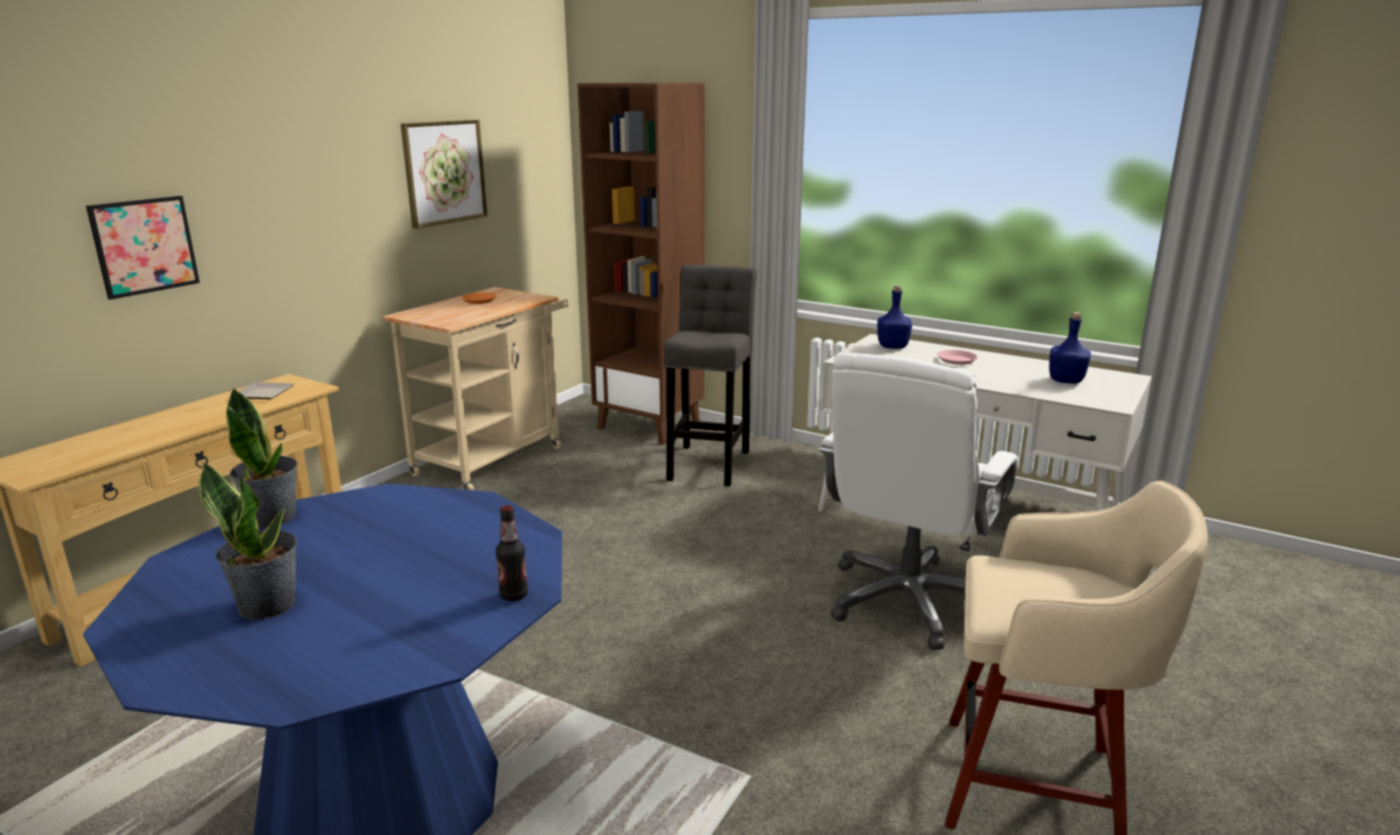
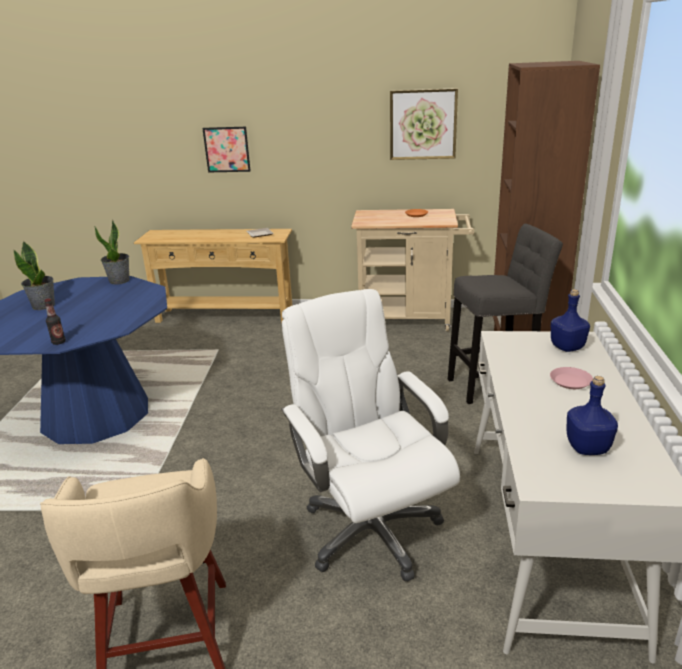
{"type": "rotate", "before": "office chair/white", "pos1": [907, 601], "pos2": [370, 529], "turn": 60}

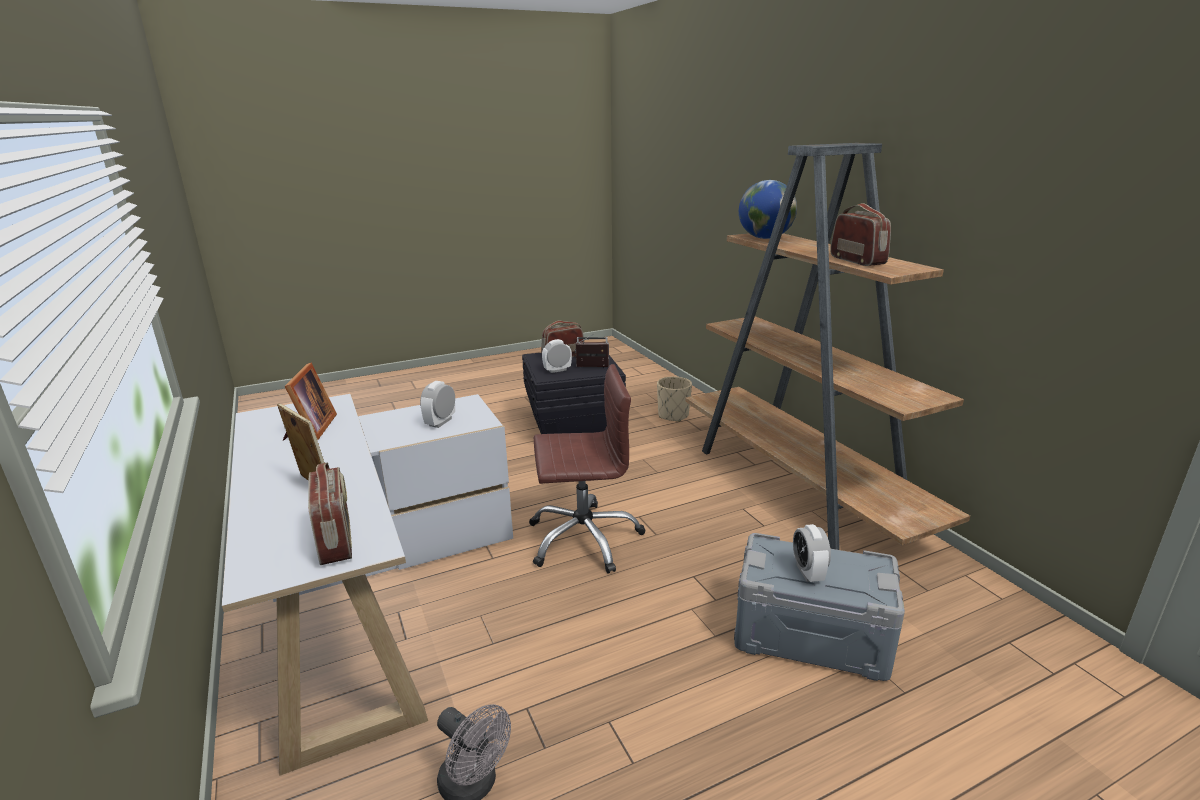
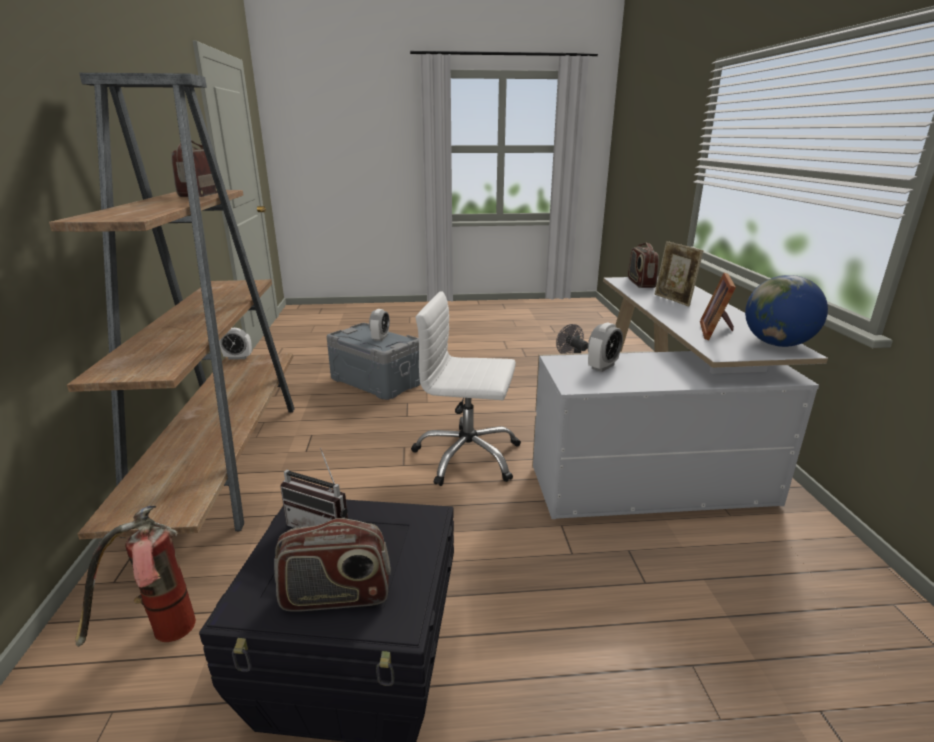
{"type": "move", "before": "globe", "pos1": [765, 238], "pos2": [777, 344]}
{"type": "move", "before": "alarm clock", "pos1": [557, 370], "pos2": [238, 357]}
{"type": "recolor", "before": "office chair/brown", "after": "office chair/white", "pos1": [584, 538], "pos2": [467, 457]}
{"type": "replace", "before": "planter/beige", "after": "fire extinguisher", "pos1": [673, 415], "pos2": [159, 637]}

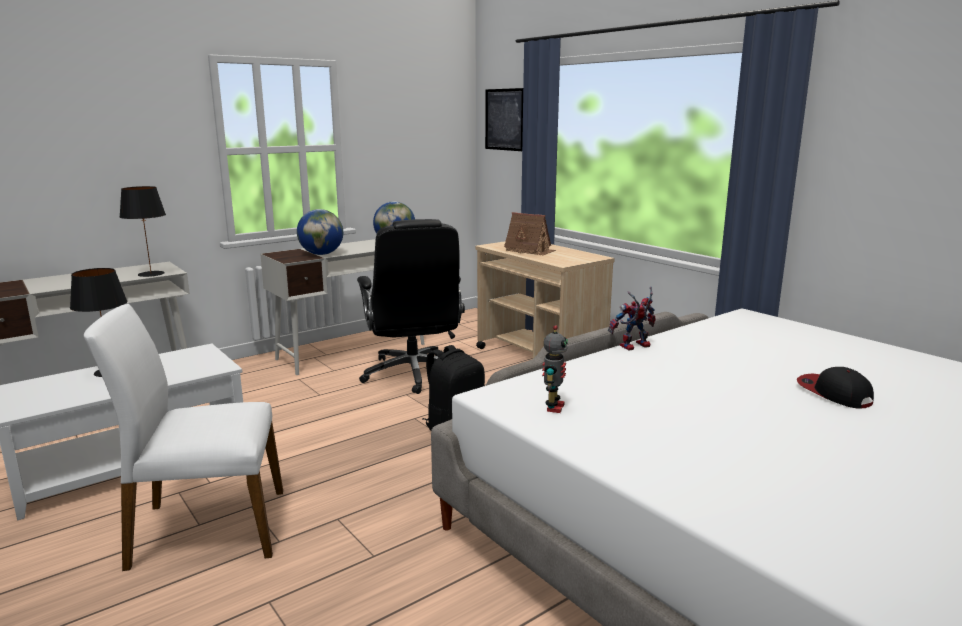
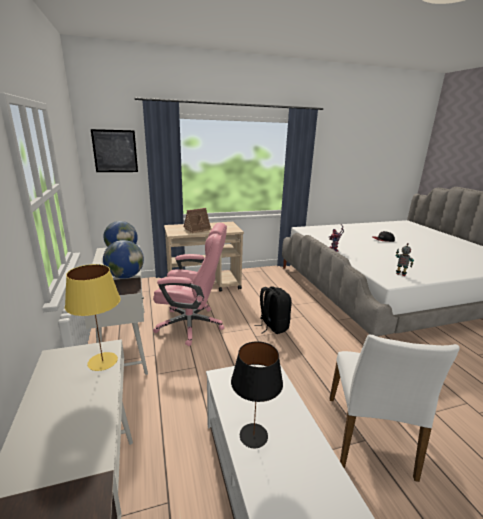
{"type": "recolor", "before": "table lamp/black", "after": "table lamp/yellow", "pos1": [150, 274], "pos2": [102, 361]}
{"type": "recolor", "before": "office chair/black", "after": "office chair/pink", "pos1": [413, 374], "pos2": [192, 325]}

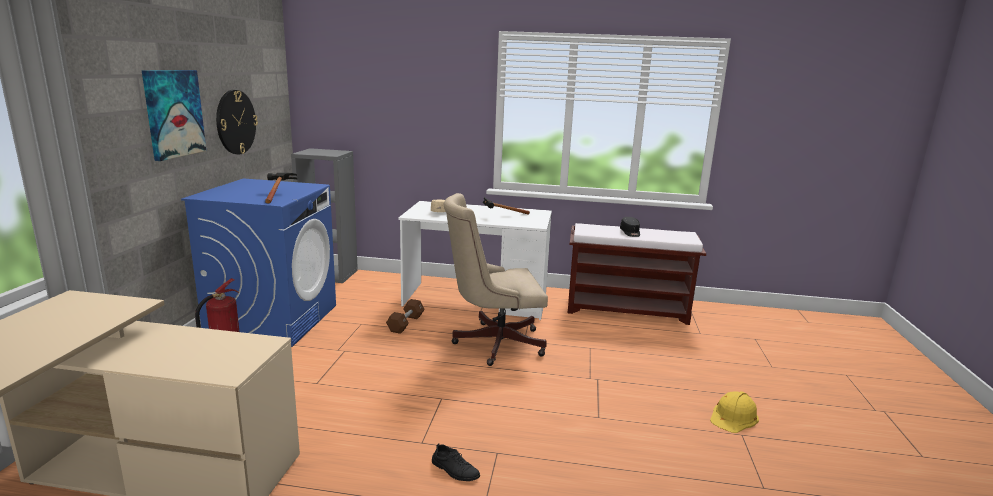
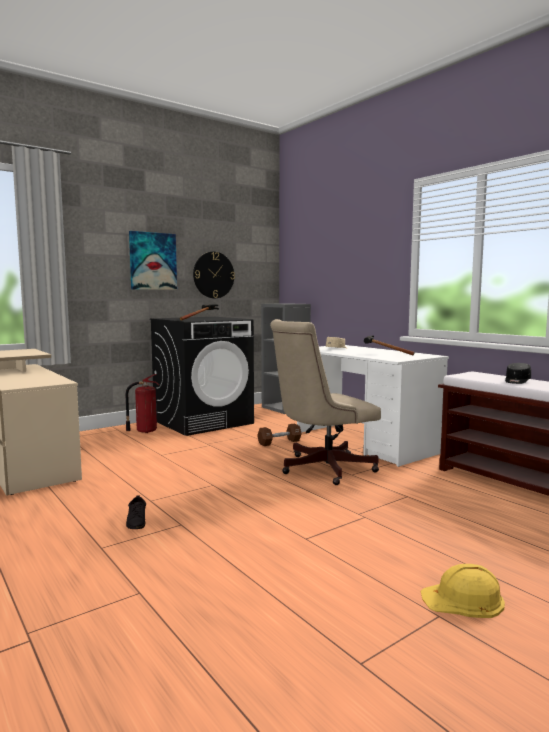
{"type": "recolor", "before": "washing machine/blue", "after": "washing machine/black", "pos1": [273, 320], "pos2": [204, 422]}
{"type": "rotate", "before": "office chair/beige", "pos1": [493, 343], "pos2": [321, 468], "turn": -60}

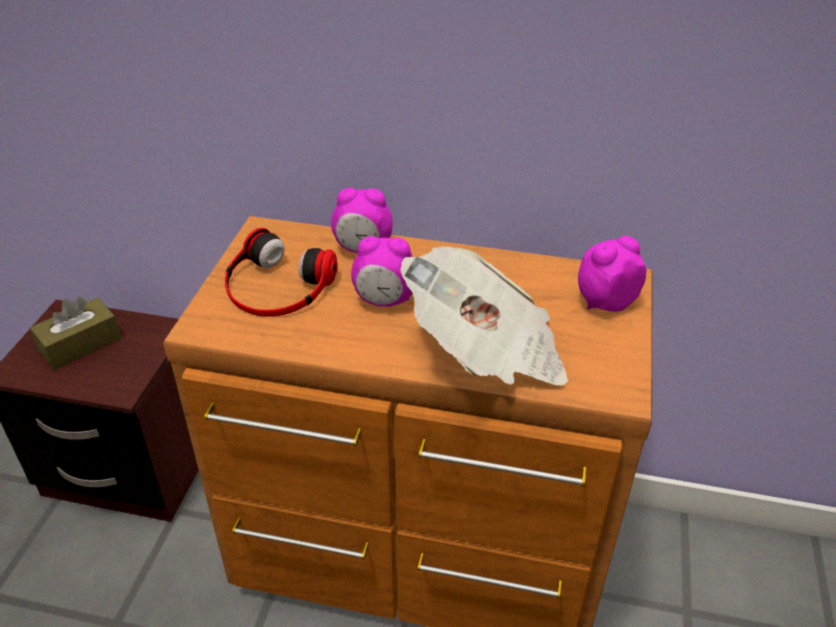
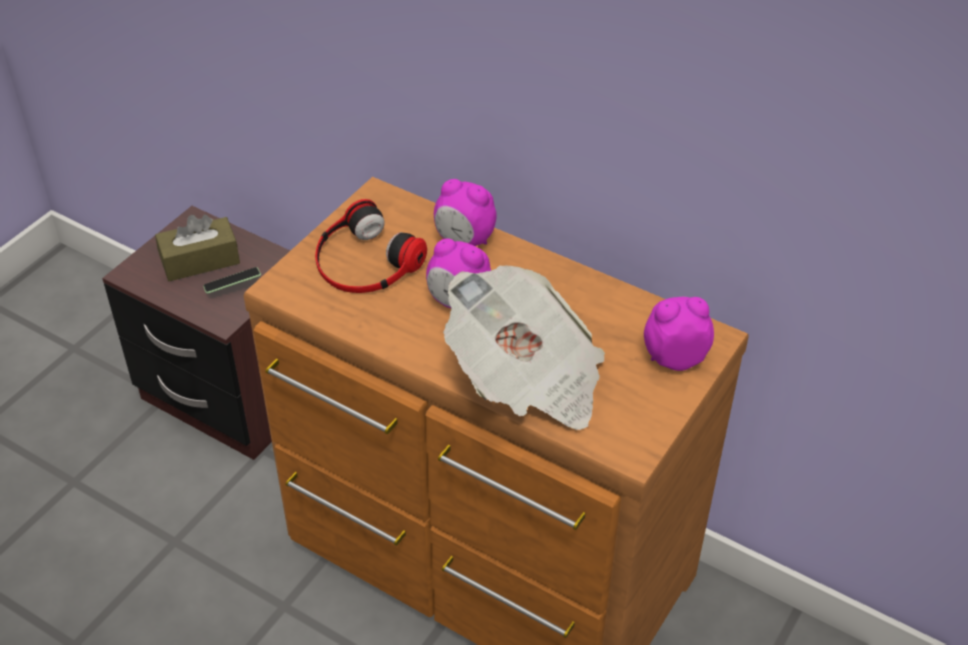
{"type": "insert", "after": "phone", "pos2": [233, 286]}

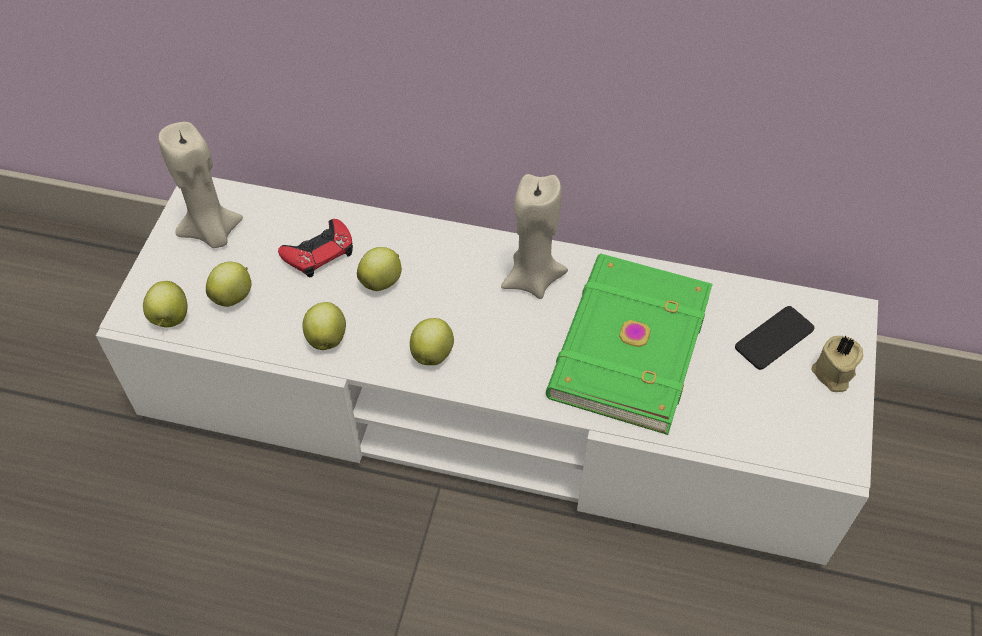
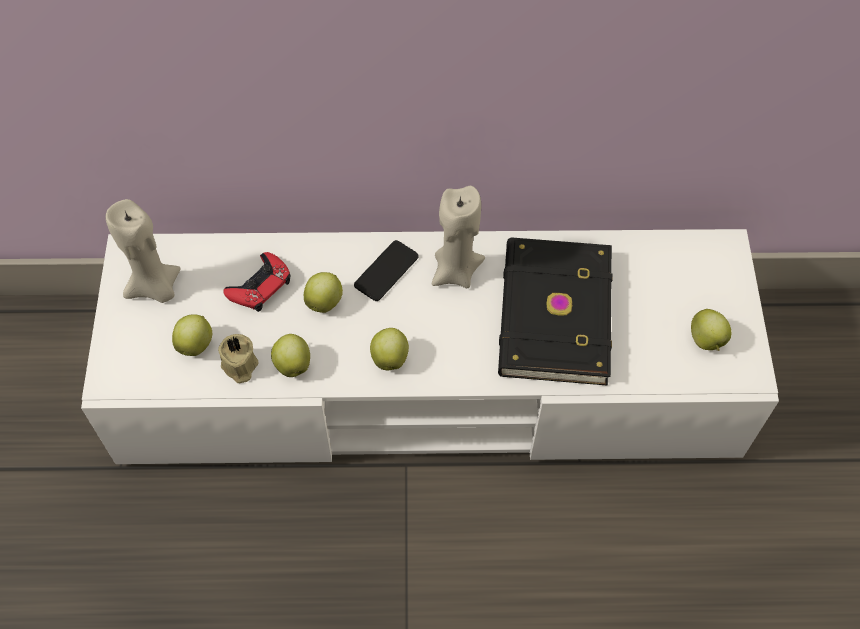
{"type": "recolor", "before": "book/green", "after": "book/black", "pos1": [625, 346], "pos2": [551, 315]}
{"type": "move", "before": "apple", "pos1": [170, 318], "pos2": [706, 341]}
{"type": "move", "before": "phone", "pos1": [774, 338], "pos2": [386, 271]}
{"type": "move", "before": "candle/beige", "pos1": [832, 374], "pos2": [239, 366]}

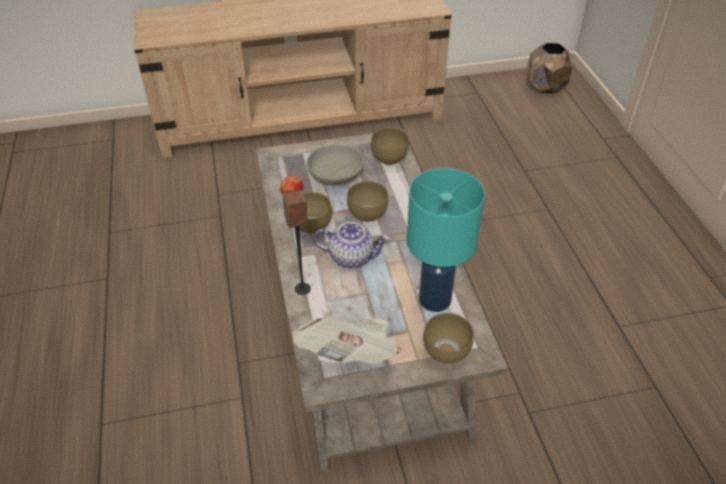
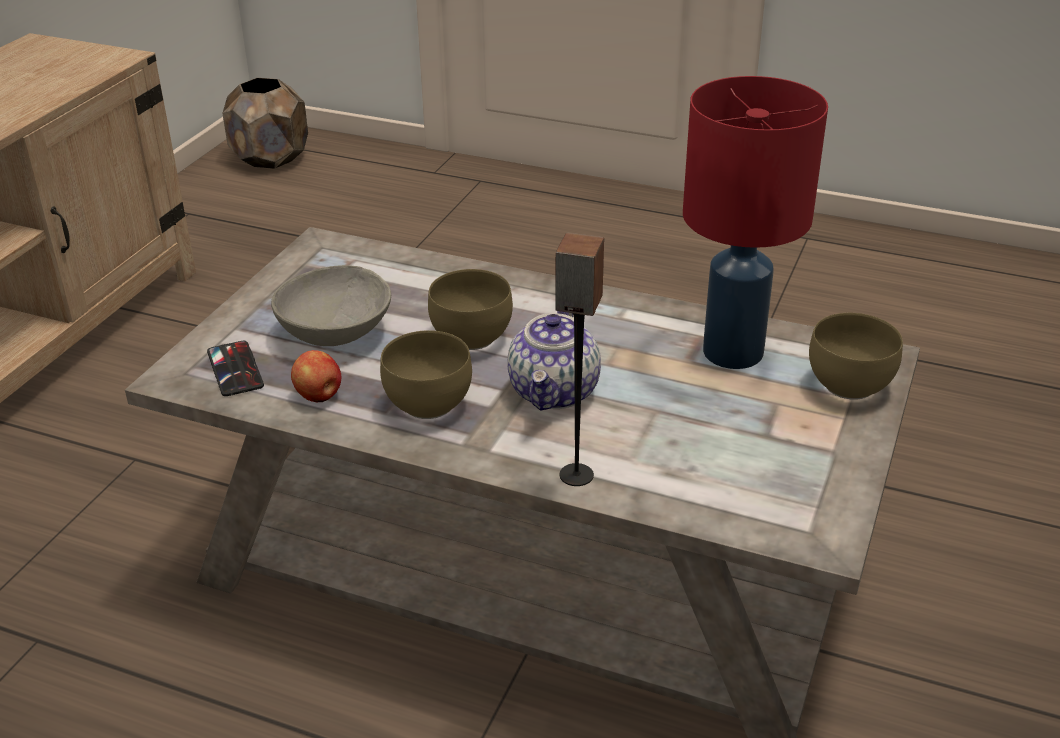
{"type": "delete", "before": "bowl/brown", "pos1": [390, 159]}
{"type": "recolor", "before": "table lamp/turquoise", "after": "table lamp/red", "pos1": [435, 300], "pos2": [735, 353]}
{"type": "rotate", "before": "teapot", "pos1": [352, 257], "pos2": [555, 392], "turn": 150}
{"type": "delete", "before": "newspaper", "pos1": [350, 354]}
{"type": "insert", "after": "phone", "pos2": [235, 369]}

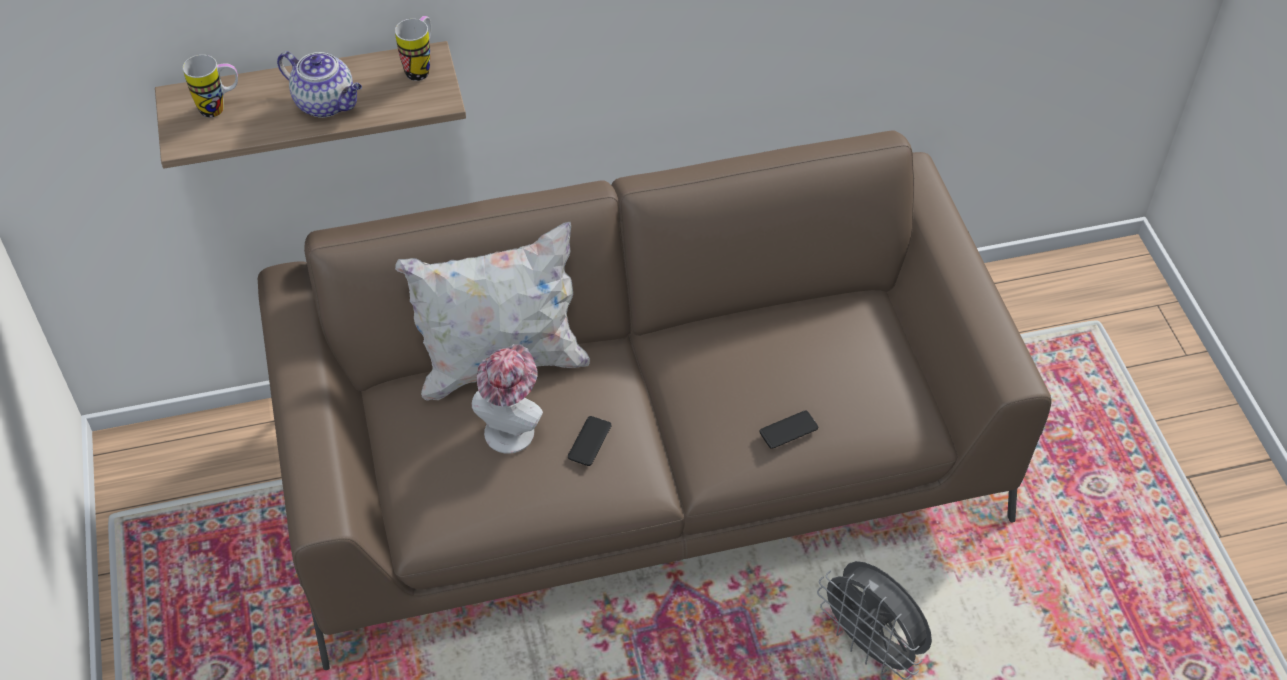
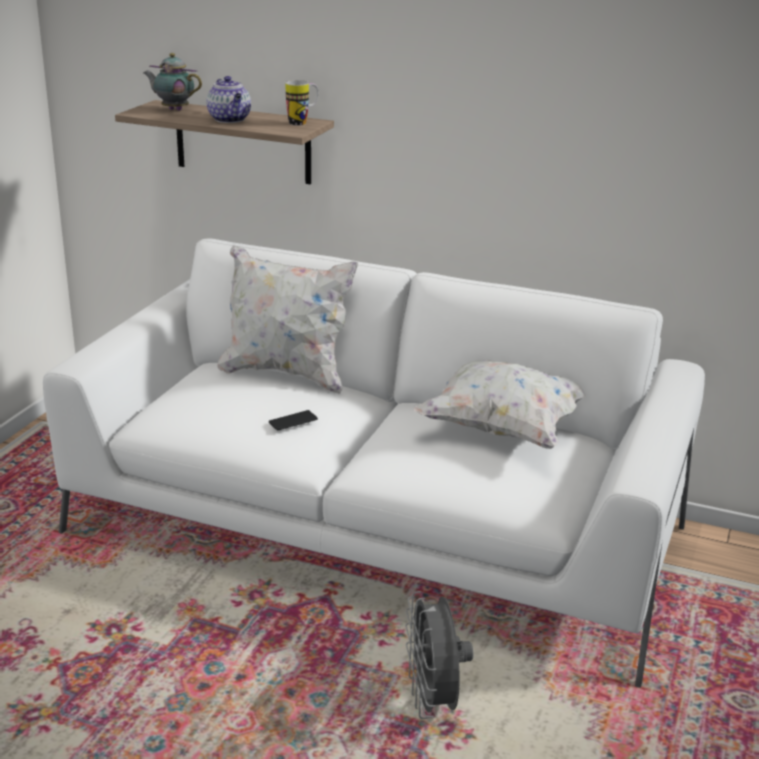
{"type": "replace", "before": "mug", "after": "teapot", "pos1": [220, 108], "pos2": [173, 109]}
{"type": "recolor", "before": "sofa/brown", "after": "sofa/white", "pos1": [642, 463], "pos2": [376, 530]}
{"type": "delete", "before": "hat", "pos1": [511, 427]}
{"type": "delete", "before": "phone", "pos1": [788, 430]}
{"type": "insert", "after": "pillow/white", "pos2": [503, 428]}

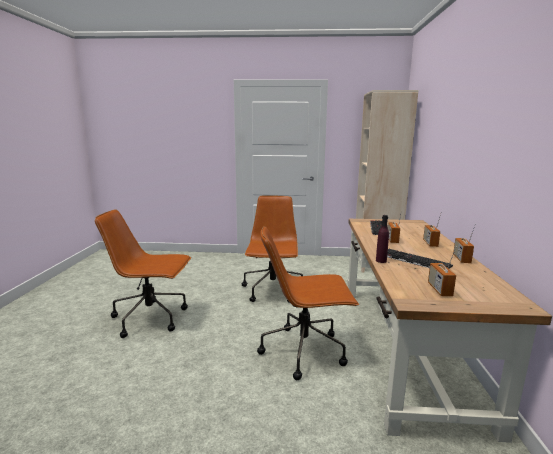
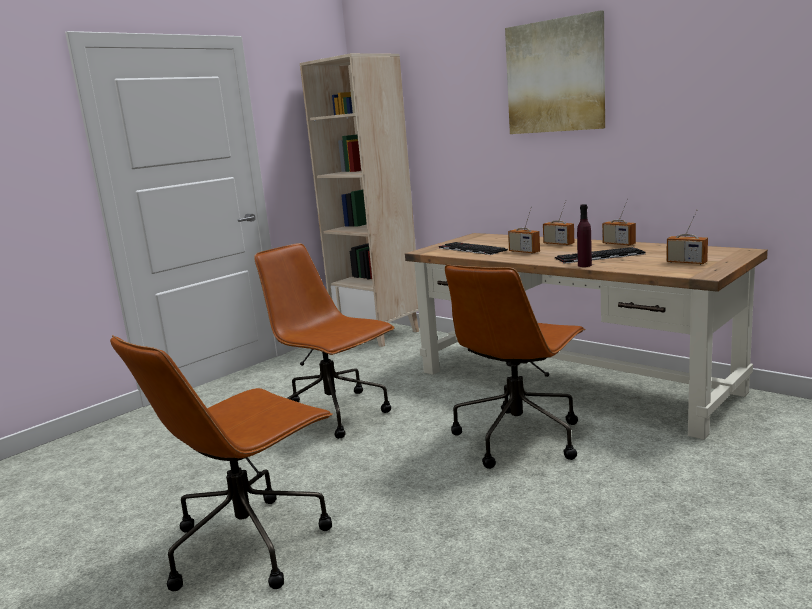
{"type": "insert", "after": "picture", "pos2": [555, 76]}

